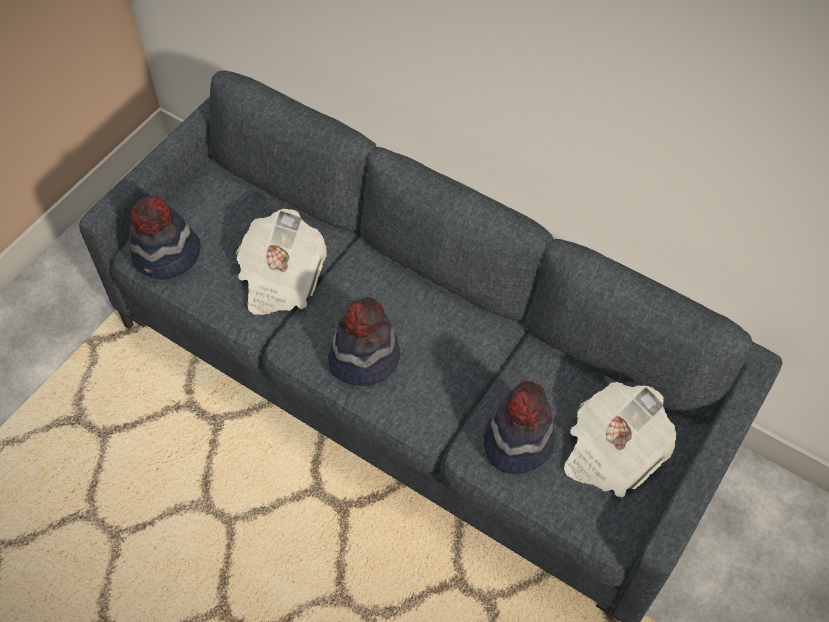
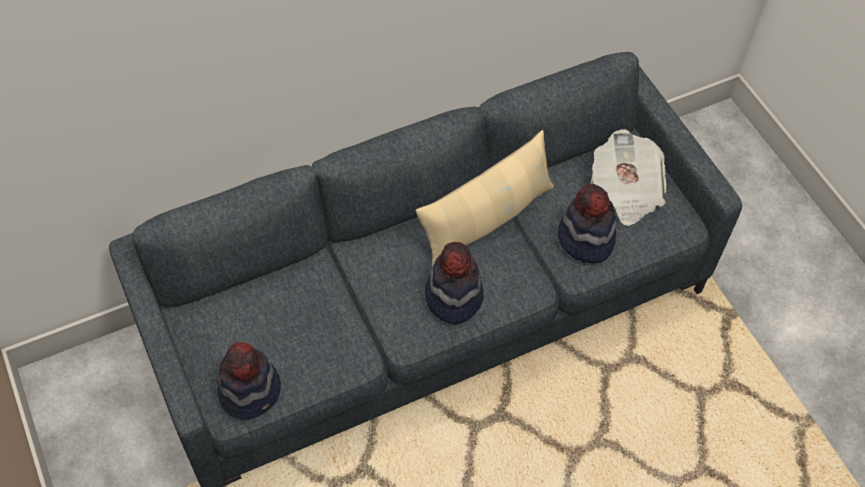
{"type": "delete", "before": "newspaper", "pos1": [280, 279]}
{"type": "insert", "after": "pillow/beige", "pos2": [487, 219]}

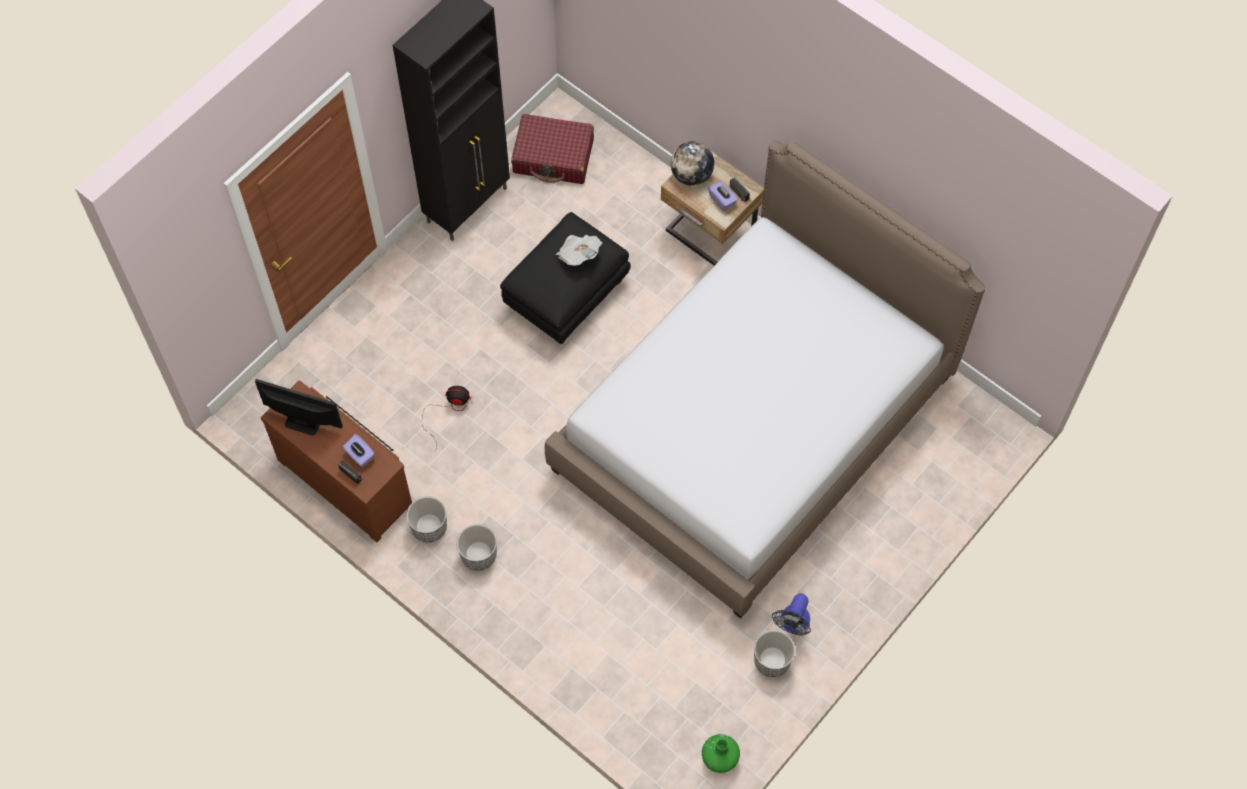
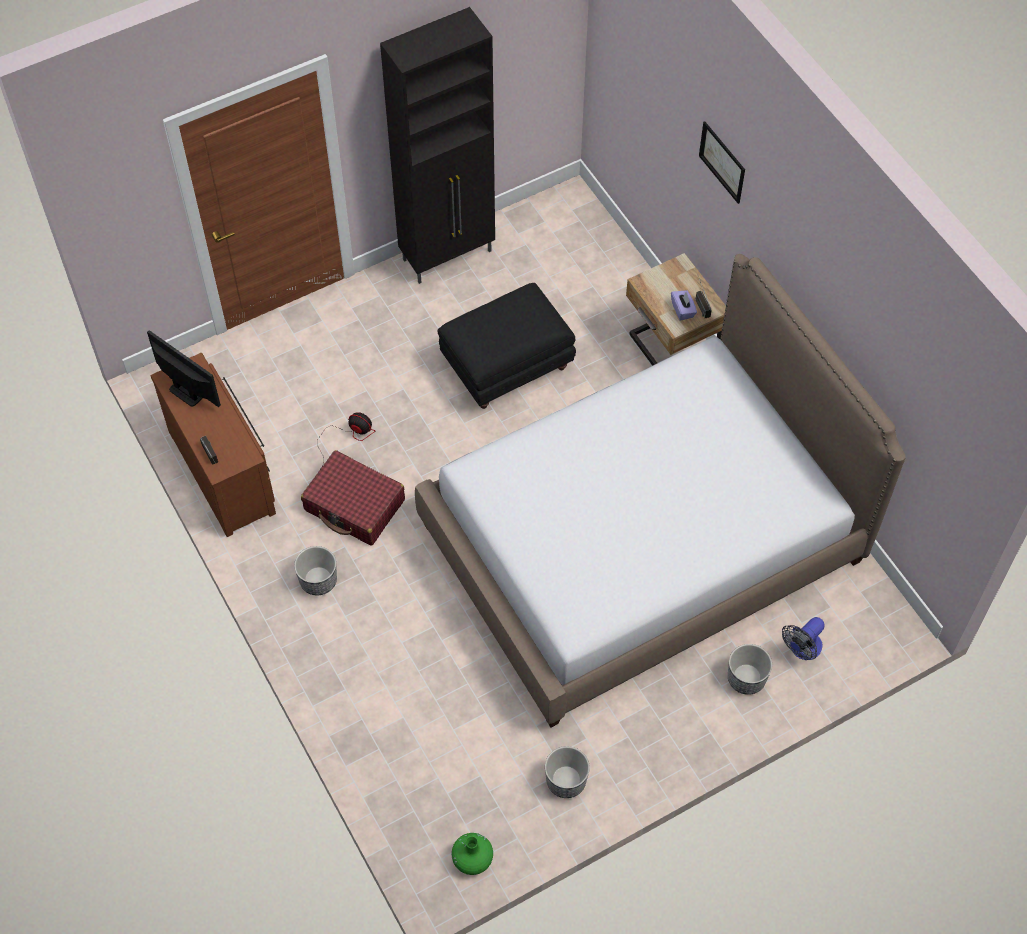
{"type": "move", "before": "suitcase/red", "pos1": [553, 156], "pos2": [354, 505]}
{"type": "delete", "before": "globe", "pos1": [691, 175]}
{"type": "delete", "before": "newspaper", "pos1": [579, 254]}
{"type": "delete", "before": "tissue box/purple", "pos1": [360, 455]}
{"type": "move", "before": "planter", "pos1": [429, 527], "pos2": [746, 679]}
{"type": "move", "before": "fan", "pos1": [793, 624], "pos2": [802, 650]}
{"type": "insert", "after": "picture", "pos2": [722, 162]}

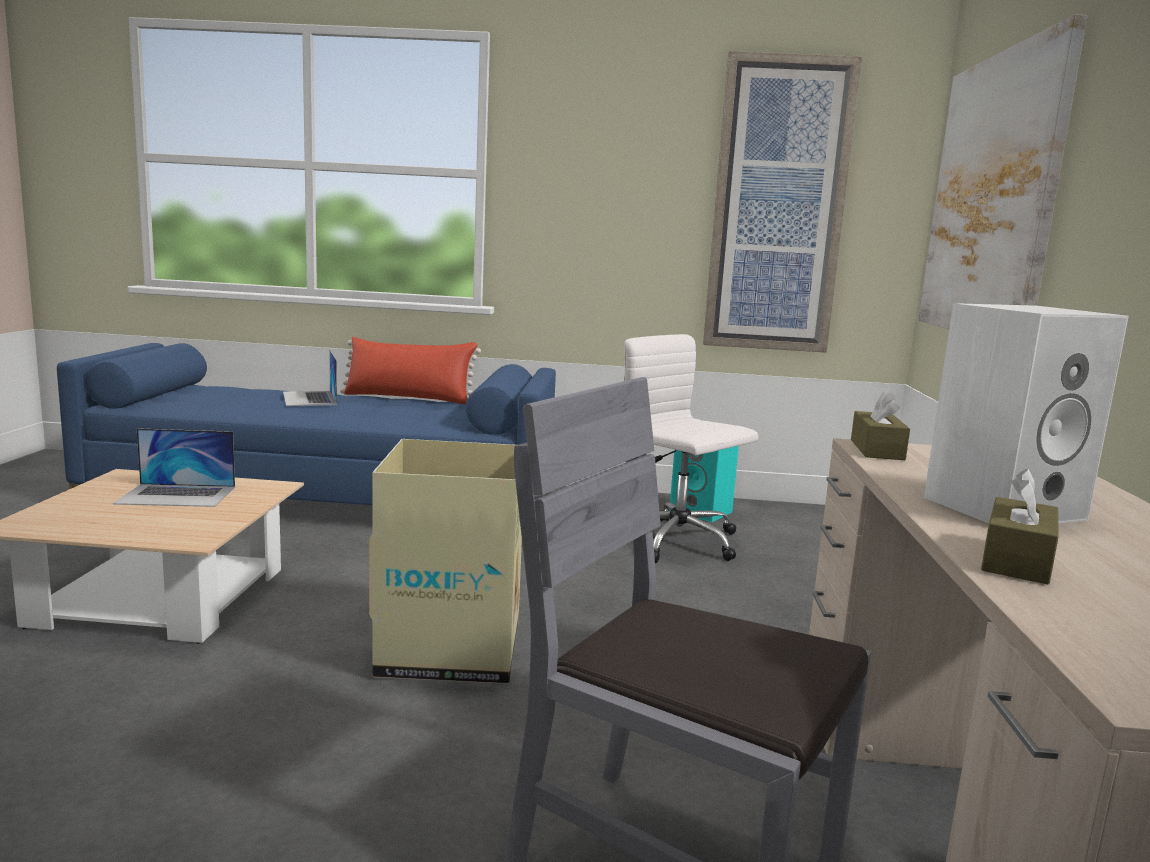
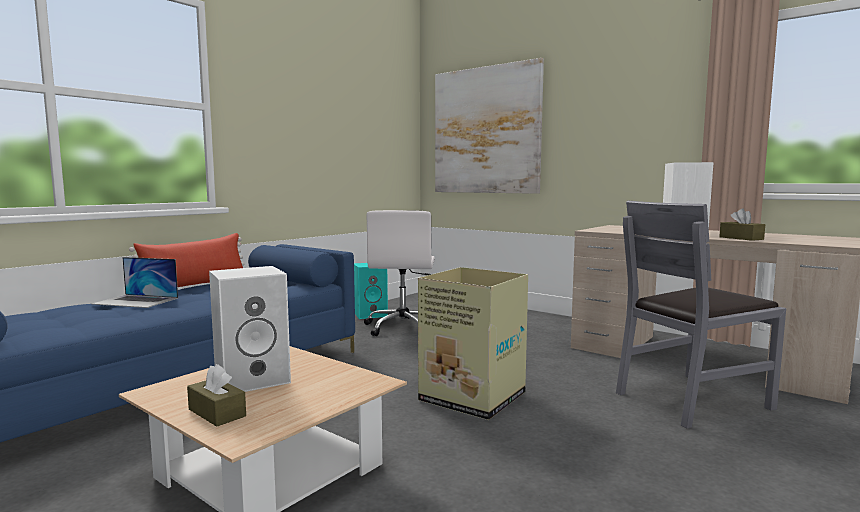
{"type": "delete", "before": "picture", "pos1": [778, 207]}
{"type": "rotate", "before": "office chair/white", "pos1": [679, 542], "pos2": [403, 327], "turn": -75}
{"type": "move", "before": "tissue box/brown", "pos1": [877, 450], "pos2": [217, 413]}
{"type": "replace", "before": "laptop", "after": "speaker/white", "pos1": [177, 495], "pos2": [254, 379]}

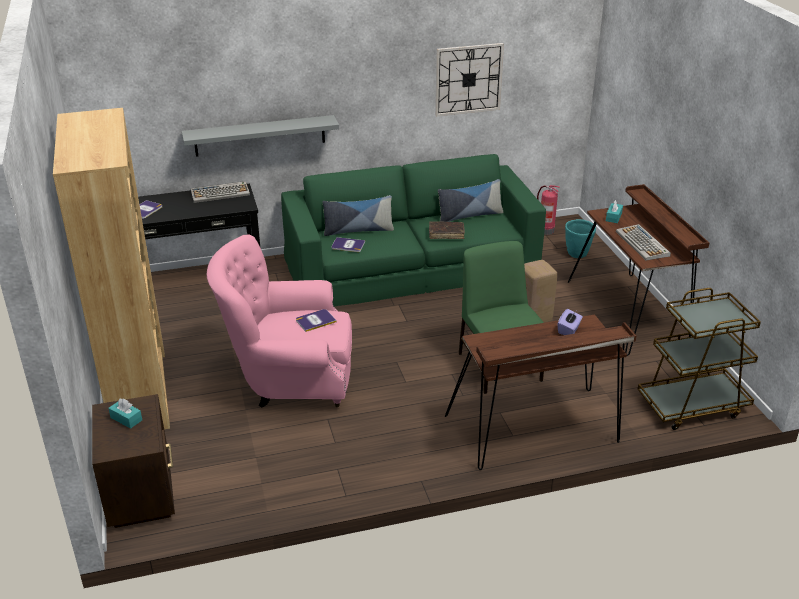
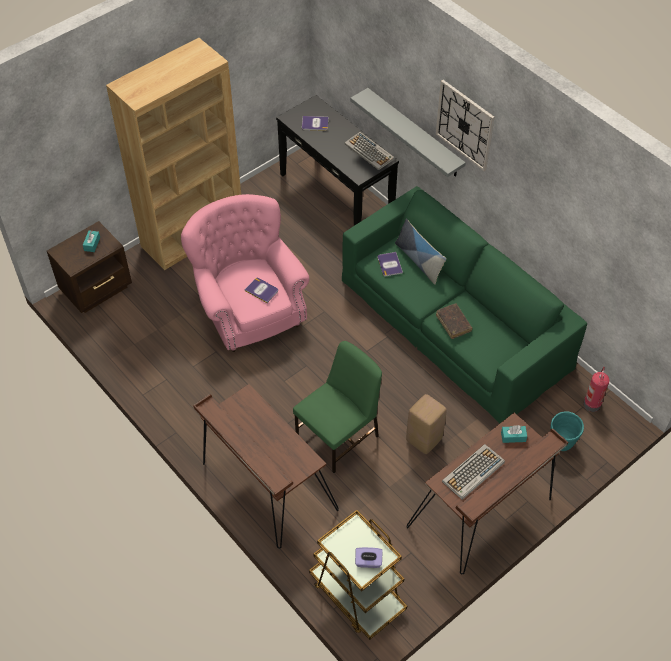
{"type": "move", "before": "wall clock", "pos1": [468, 79], "pos2": [465, 125]}
{"type": "delete", "before": "pillow", "pos1": [469, 215]}
{"type": "move", "before": "tissue box/purple", "pos1": [569, 330], "pos2": [368, 562]}

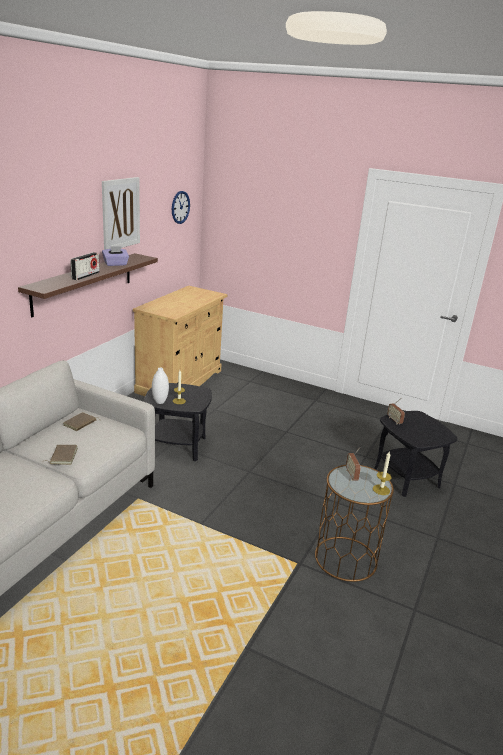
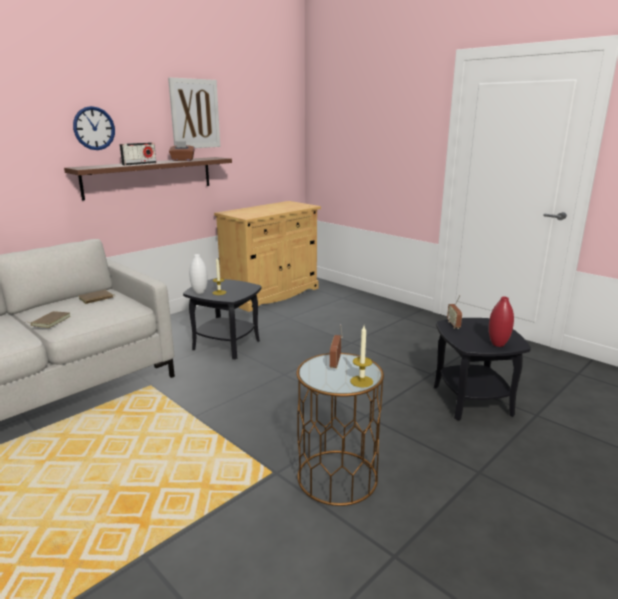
{"type": "move", "before": "wall clock", "pos1": [180, 207], "pos2": [94, 128]}
{"type": "recolor", "before": "tissue box/purple", "after": "tissue box/brown", "pos1": [115, 264], "pos2": [182, 160]}
{"type": "insert", "after": "vase/red", "pos2": [498, 344]}

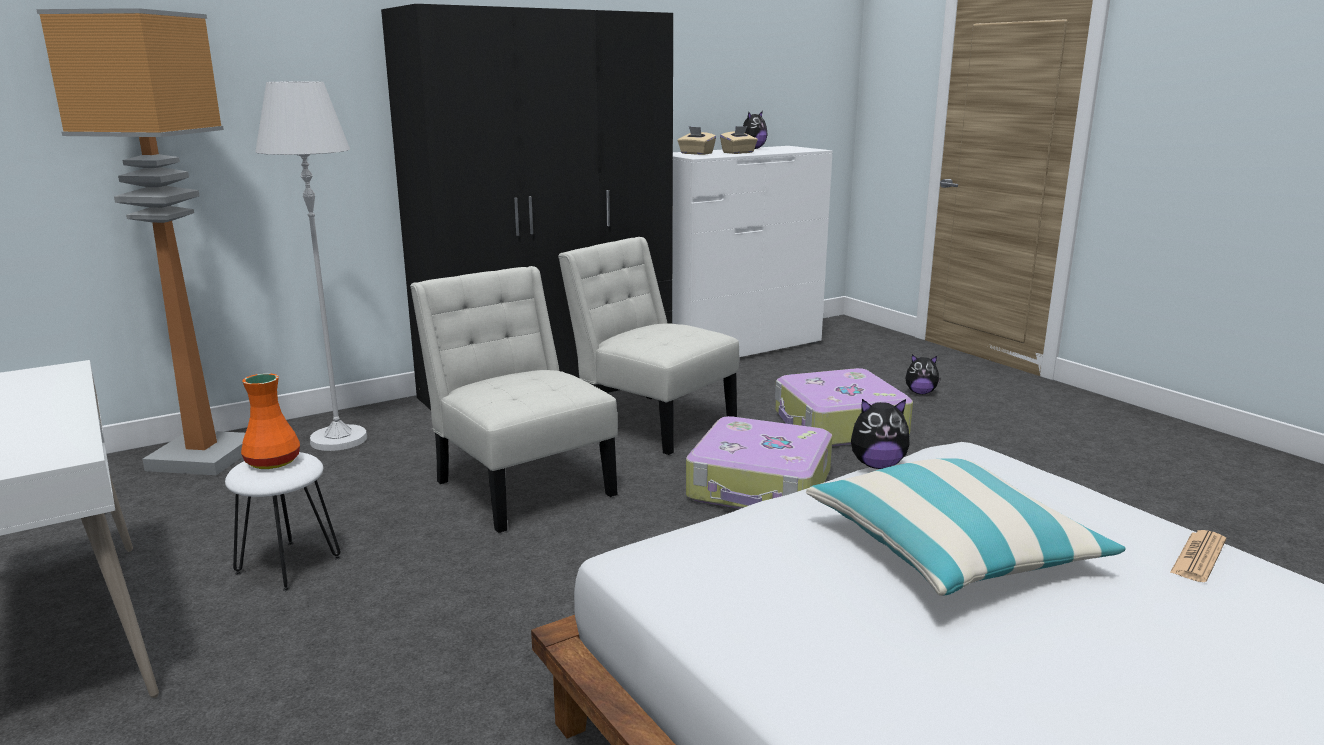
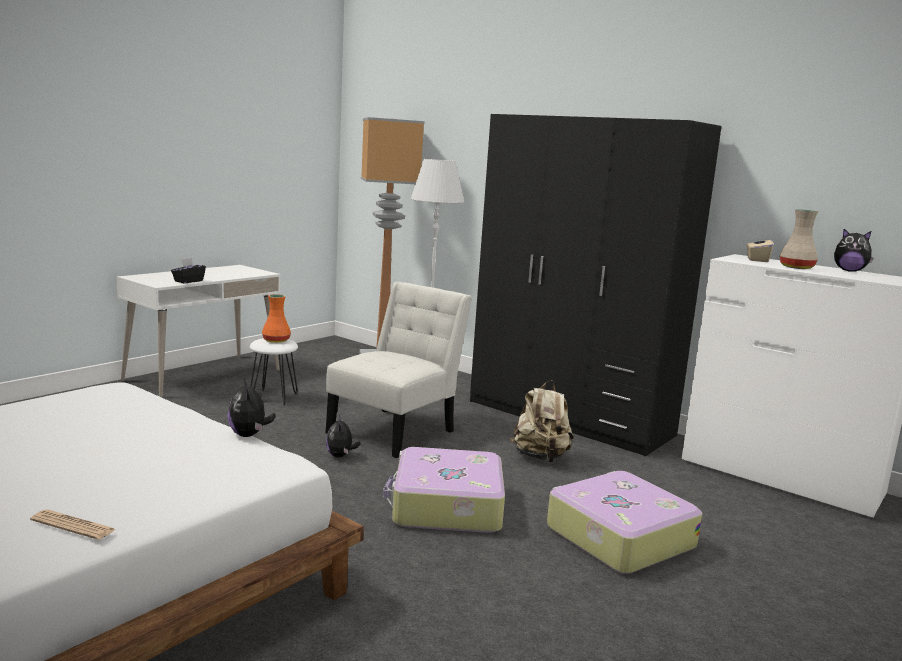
{"type": "replace", "before": "tissue box/beige", "after": "vase/beige", "pos1": [738, 153], "pos2": [797, 267]}
{"type": "replace", "before": "chair/white", "after": "backpack/beige", "pos1": [651, 421], "pos2": [540, 457]}
{"type": "move", "before": "plush toy", "pos1": [920, 393], "pos2": [340, 456]}
{"type": "delete", "before": "pillow", "pos1": [952, 550]}
{"type": "insert", "after": "tissue box/black", "pos2": [188, 281]}

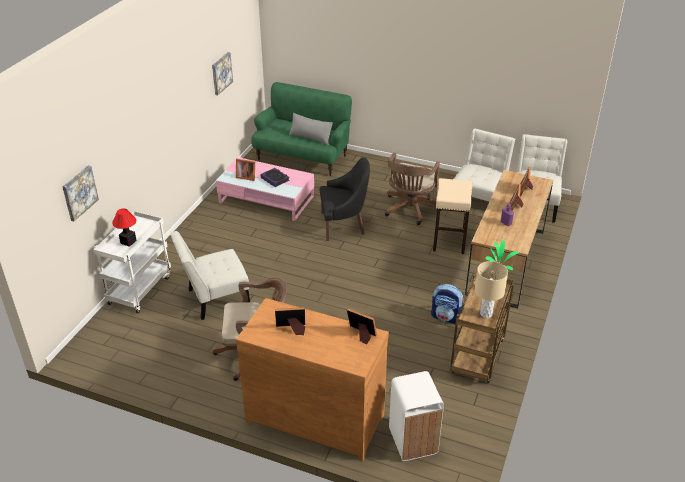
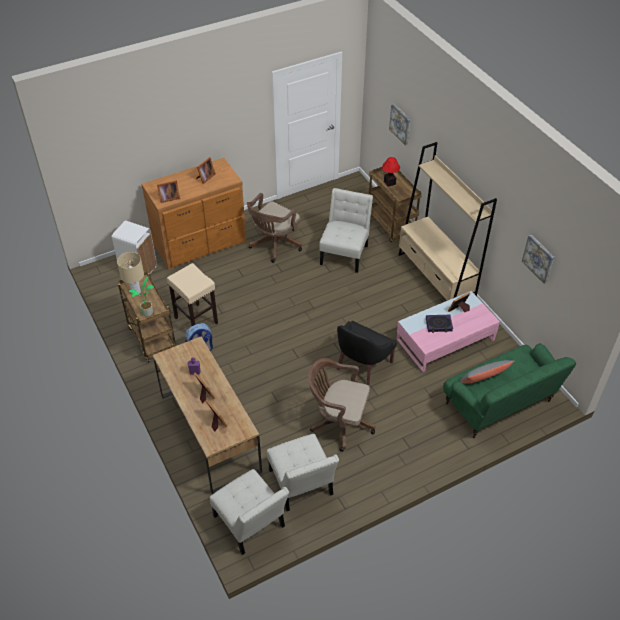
{"type": "rotate", "before": "office chair/brown", "pos1": [410, 210], "pos2": [338, 423], "turn": -45}
{"type": "move", "before": "stool/beige", "pos1": [449, 241], "pos2": [196, 320]}
{"type": "recolor", "before": "cart/white", "after": "cart/brown", "pos1": [140, 289], "pos2": [391, 226]}
{"type": "insert", "after": "bookcase/beige", "pos2": [435, 278]}

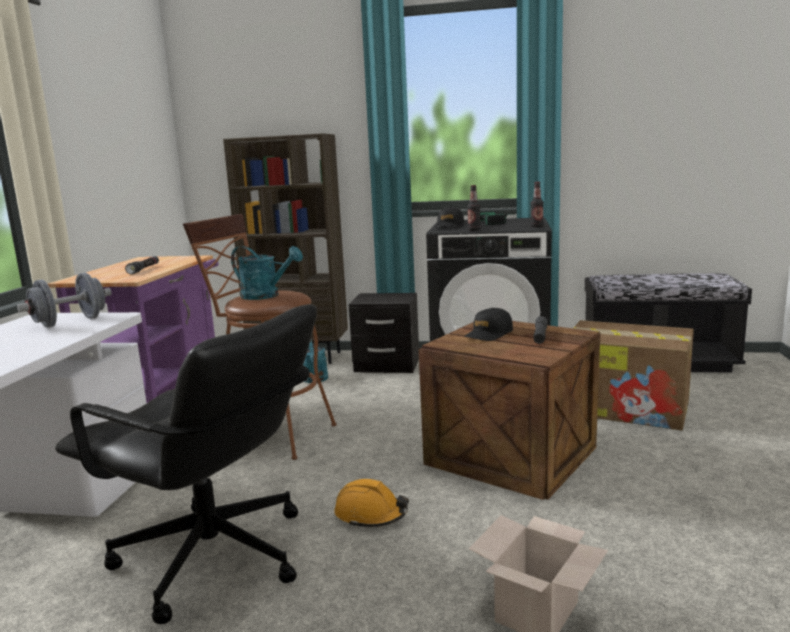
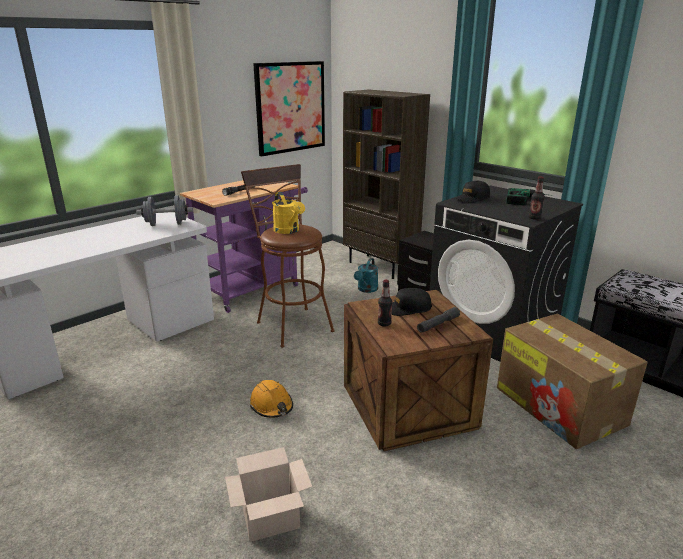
{"type": "move", "before": "bottle", "pos1": [474, 230], "pos2": [384, 324]}
{"type": "recolor", "before": "watering can/turquoise", "after": "watering can/yellow", "pos1": [266, 296], "pos2": [288, 231]}
{"type": "delete", "before": "office chair/black", "pos1": [213, 559]}
{"type": "insert", "after": "picture", "pos2": [290, 107]}

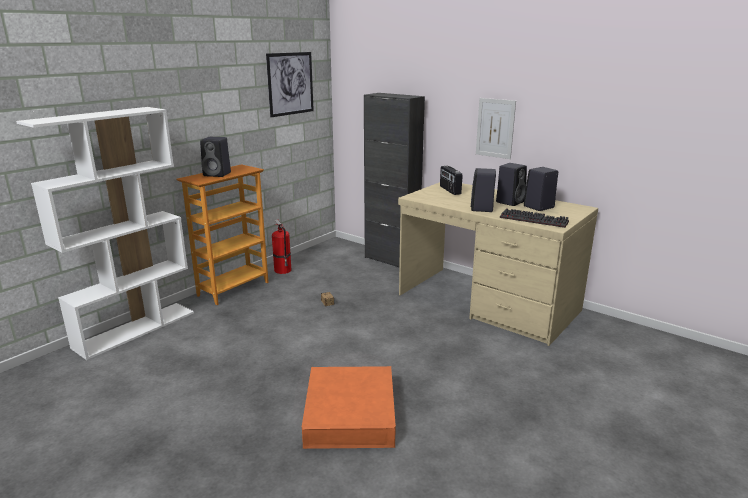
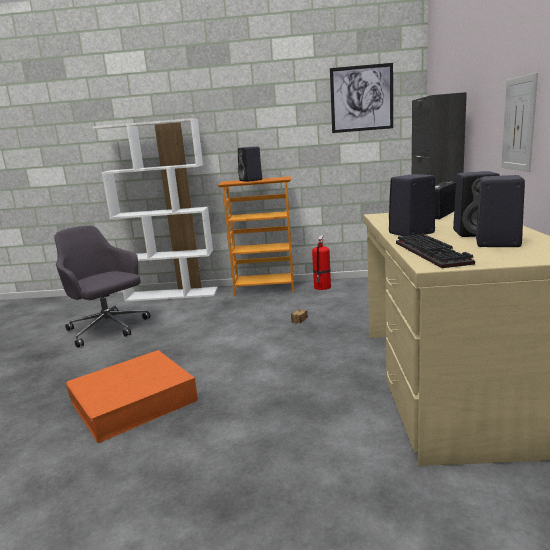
{"type": "insert", "after": "office chair/grey", "pos2": [108, 329]}

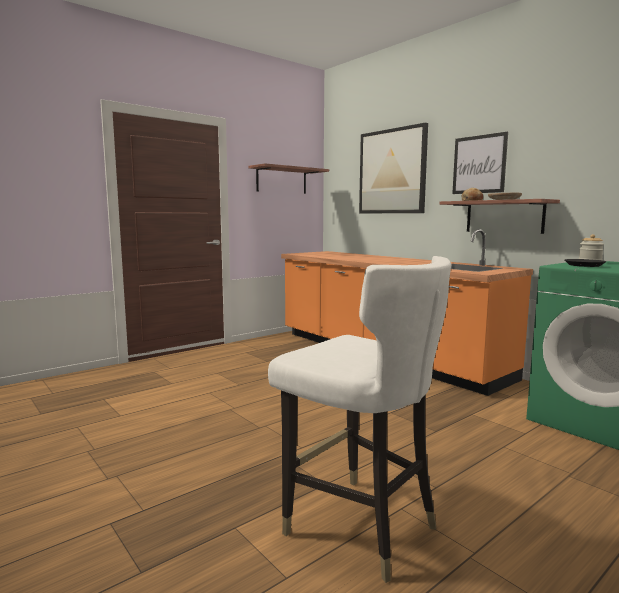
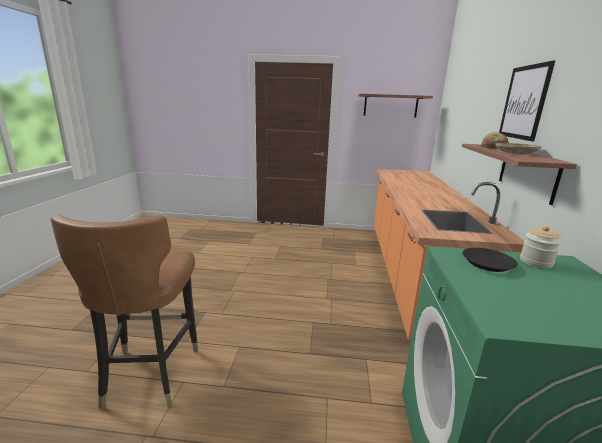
{"type": "delete", "before": "picture", "pos1": [392, 171]}
{"type": "recolor", "before": "chair/white", "after": "chair/brown", "pos1": [359, 526], "pos2": [150, 374]}

